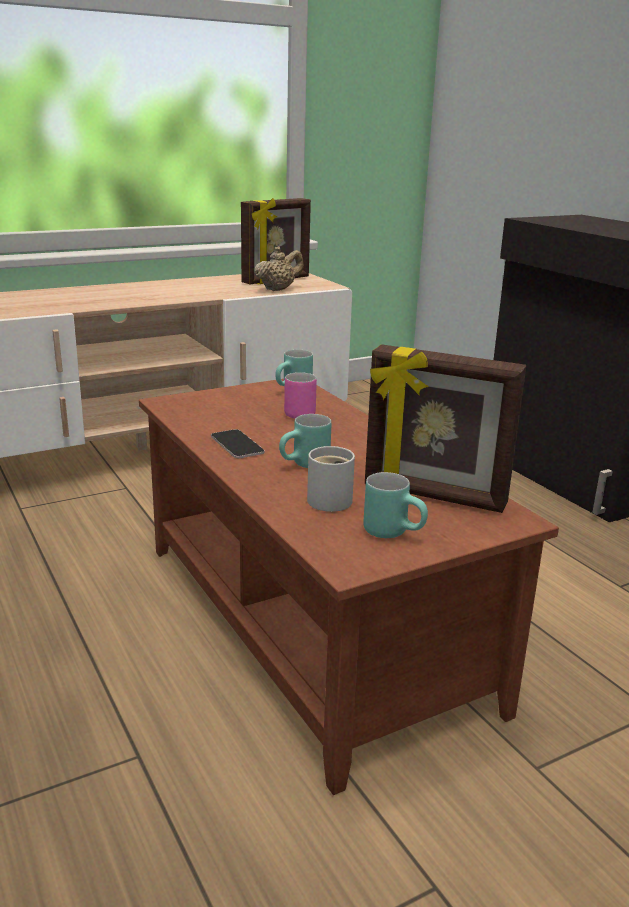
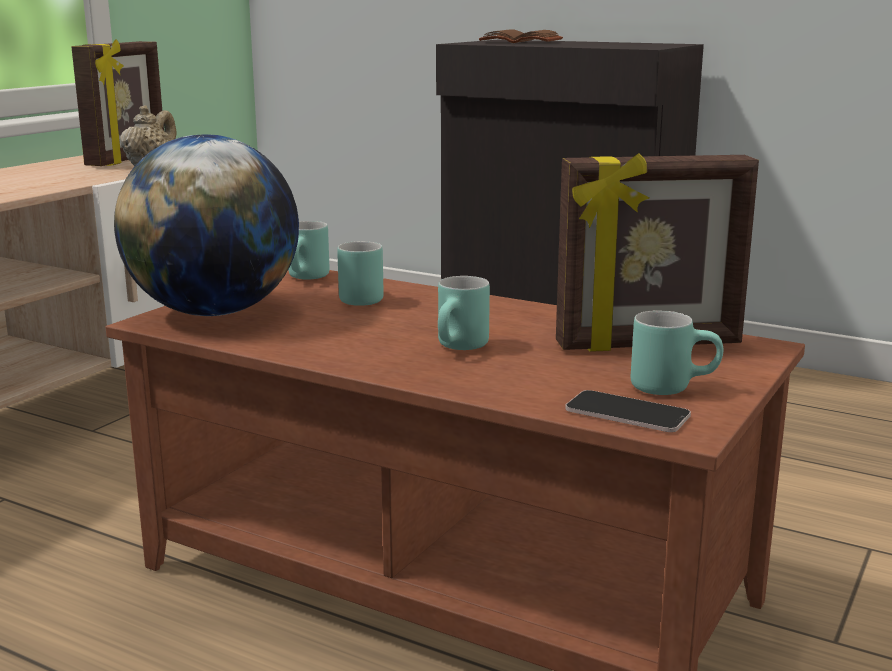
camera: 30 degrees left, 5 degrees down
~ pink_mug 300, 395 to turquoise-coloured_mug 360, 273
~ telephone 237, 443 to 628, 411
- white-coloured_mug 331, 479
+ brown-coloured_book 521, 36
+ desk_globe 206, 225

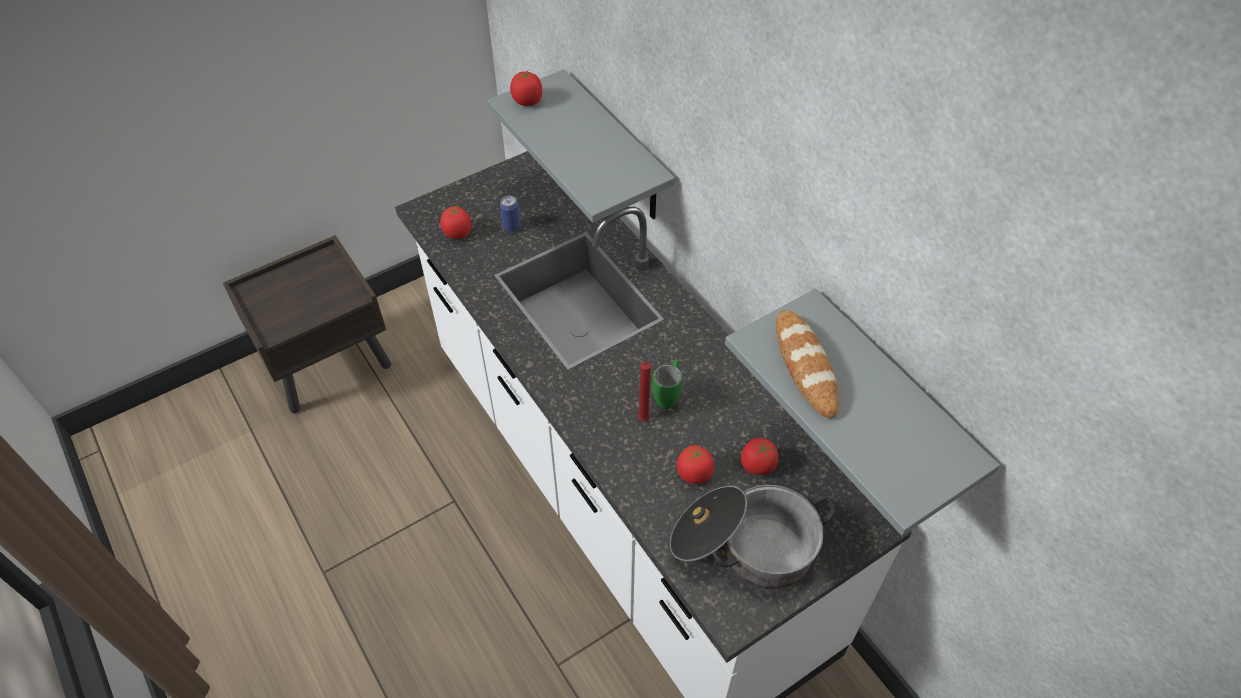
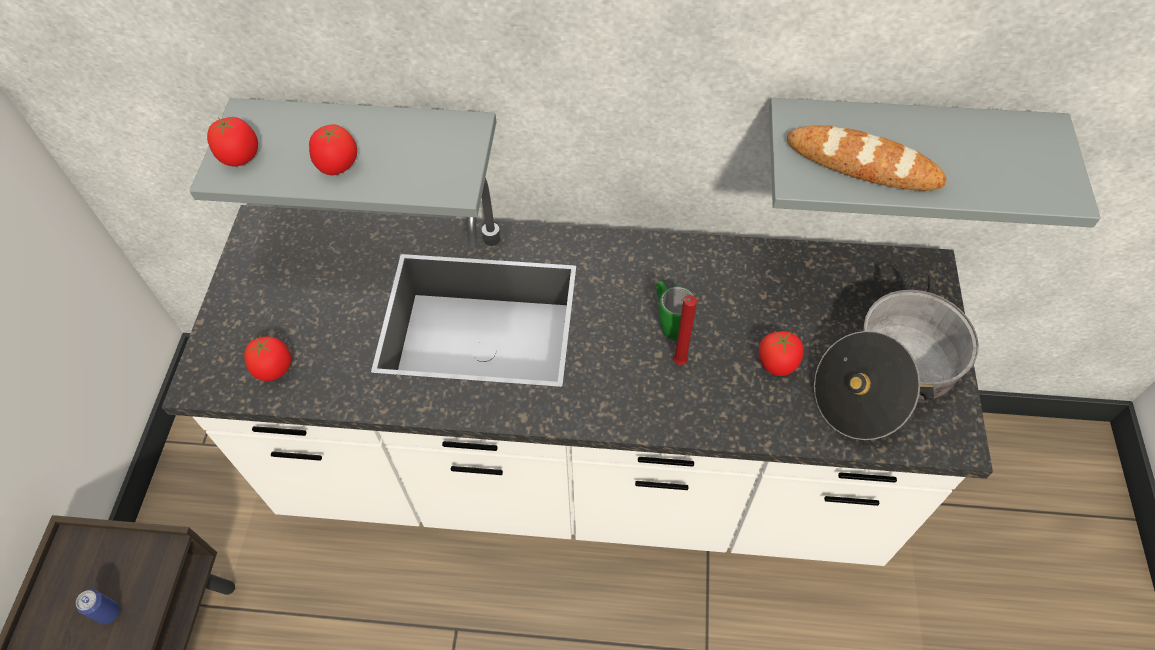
camera: 50 degrees left, 5 degrees up
~ metal_can 510, 214 to 98, 607
~ tomato 759, 456 to 333, 149

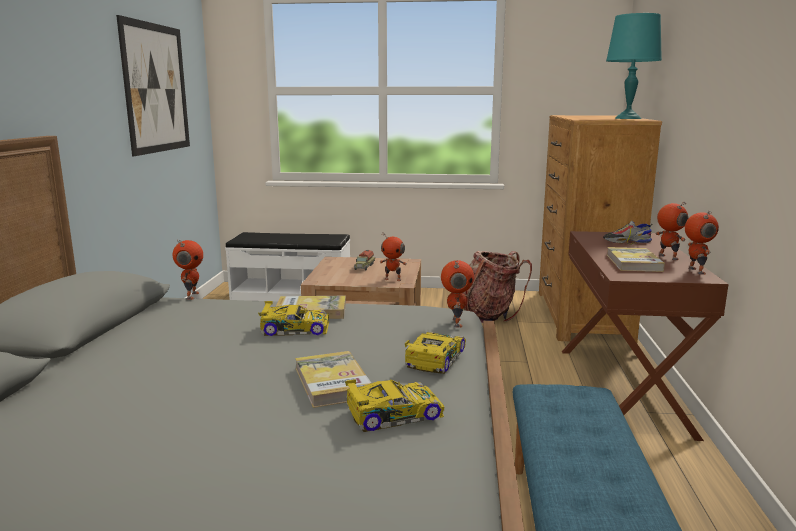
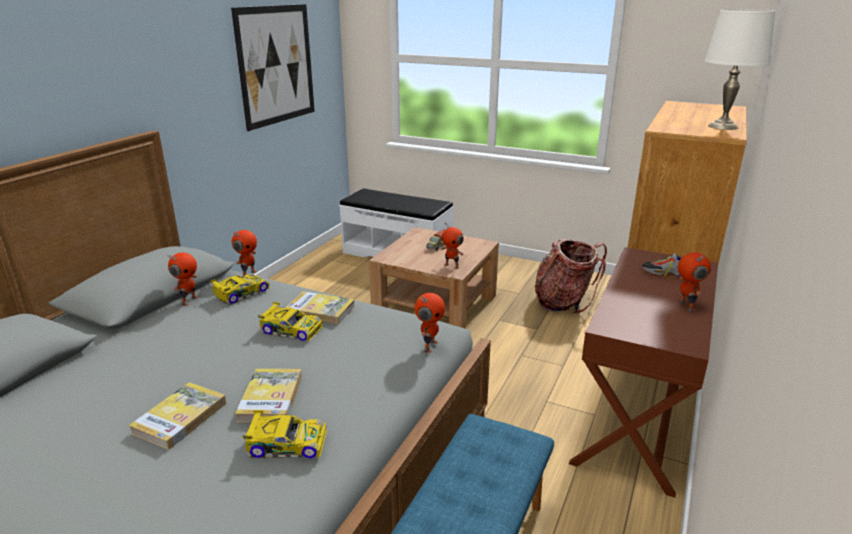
camera: 20 degrees right, 10 degrees up
~ turquoise-coloured_tabletop_lamp 634, 66 to white-coloured_tabletop_lamp 740, 69
~ robot_figure 702, 243 to 182, 279
~ book 636, 259 to 177, 416
~ model_car 435, 353 to 240, 289

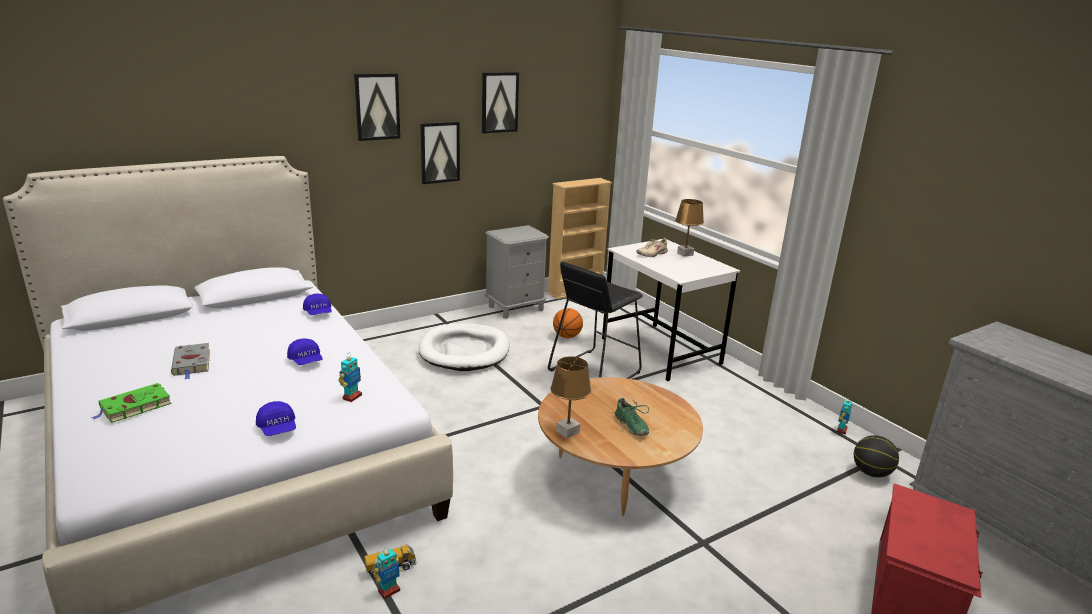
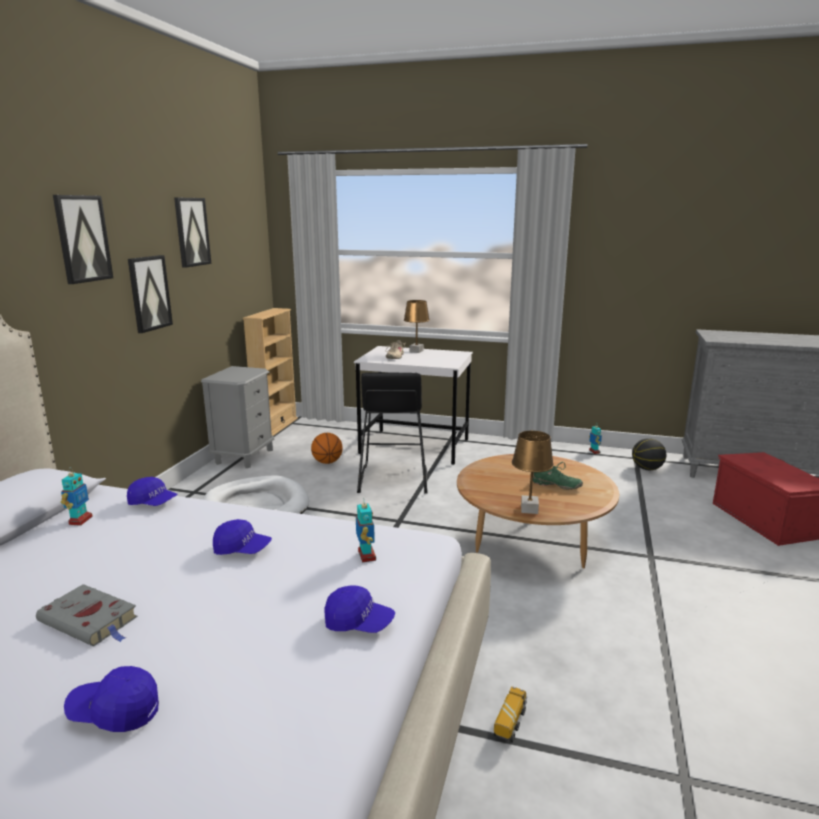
camera: 40 degrees left, 5 degrees down
~ greenish_book 131, 403 to blue-coloured_cap 111, 699
~ robot_figure 387, 573 to 77, 496

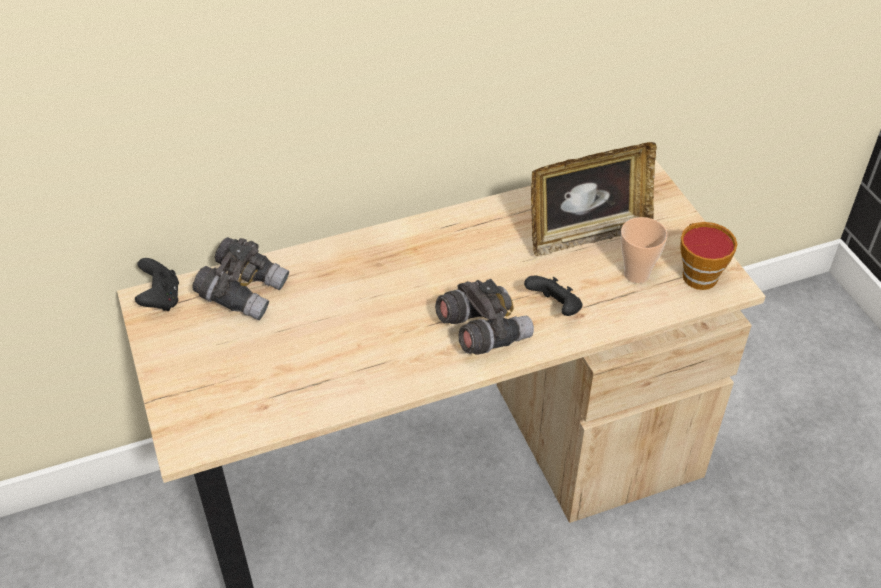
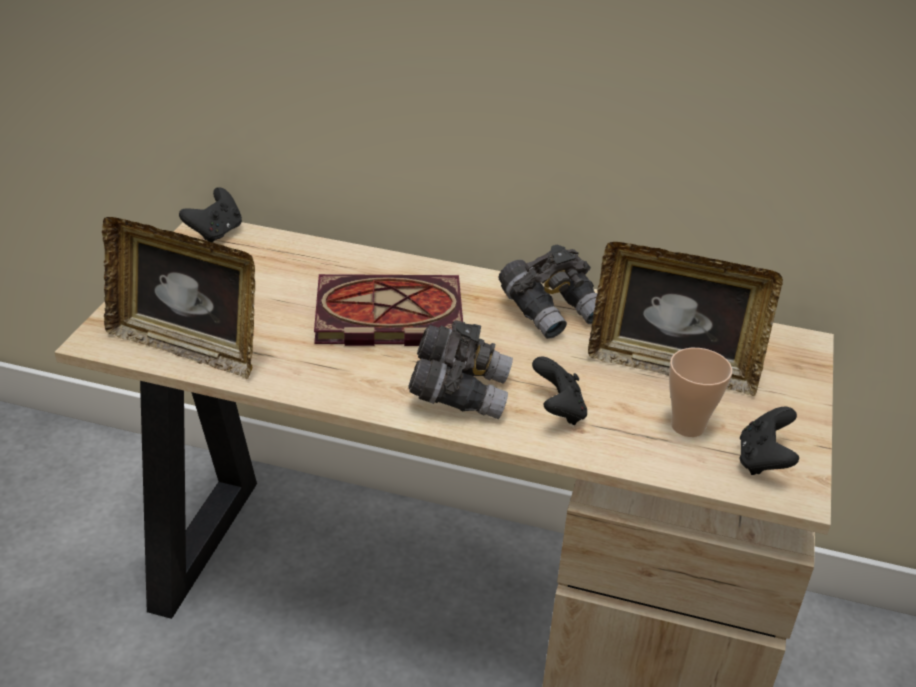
camera: 35 degrees right, 10 degrees down
~ small_cup 709, 256 to blackish_gamepad 769, 441
~ grey_binoculars 240, 278 to 548, 292
+ picture_frame 178, 298
+ book 388, 310

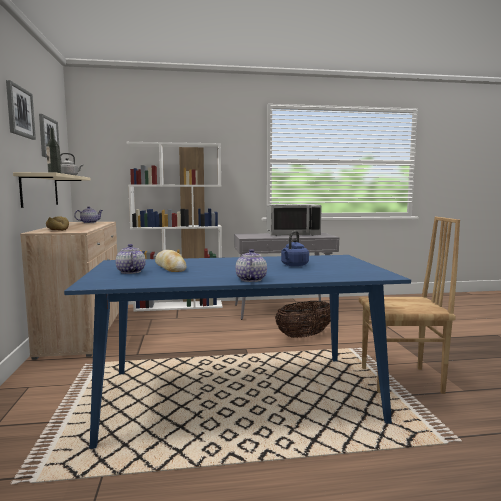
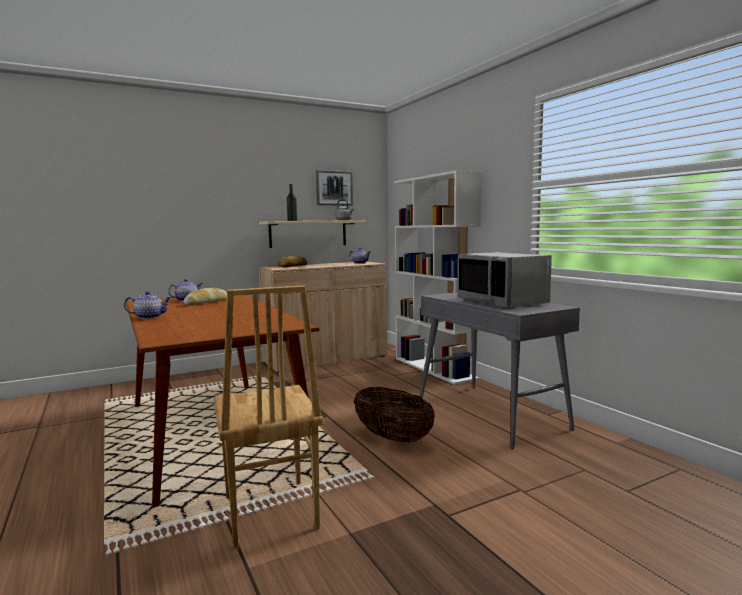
camera: 70 degrees right, 0 degrees up
- picture 21, 110
- blue-coloured_water_kettle 295, 249
~ blue-coloured_kitchen_table 237, 352 to brown-coloured_kitchen_table 222, 401

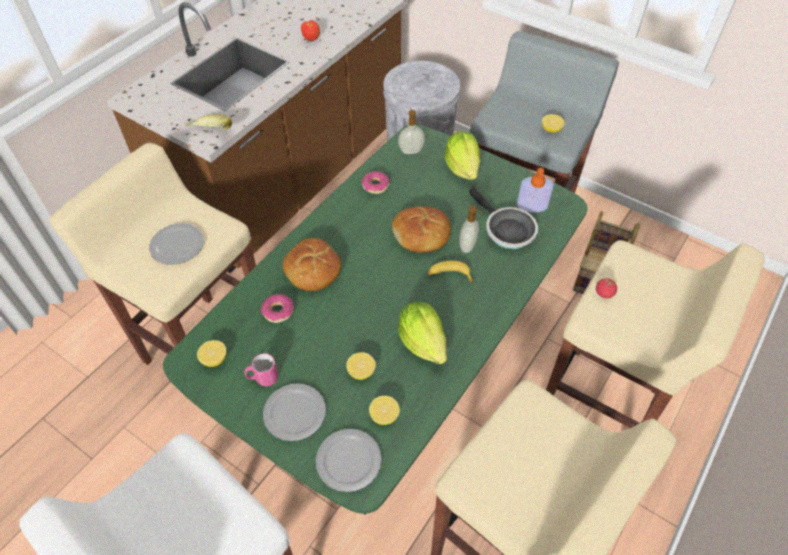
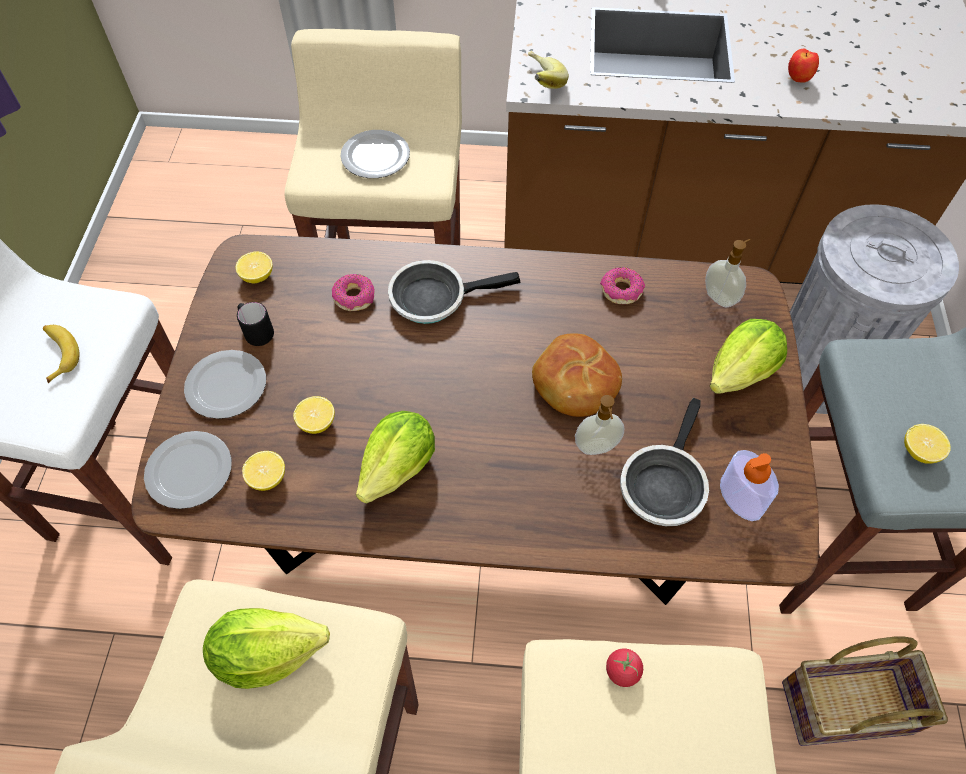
camera: 60 degrees right, 5 degrees up
~ greenish_kitchen_table 375, 320 to brown-coloured_kitchen_table 475, 420
~ bakery_bread 312, 264 to frying_pan 454, 292
~ banana_fruit 450, 272 to 61, 354
~ pink_mug 262, 369 to blackish_mug 255, 324
+ lettuce_head 266, 648

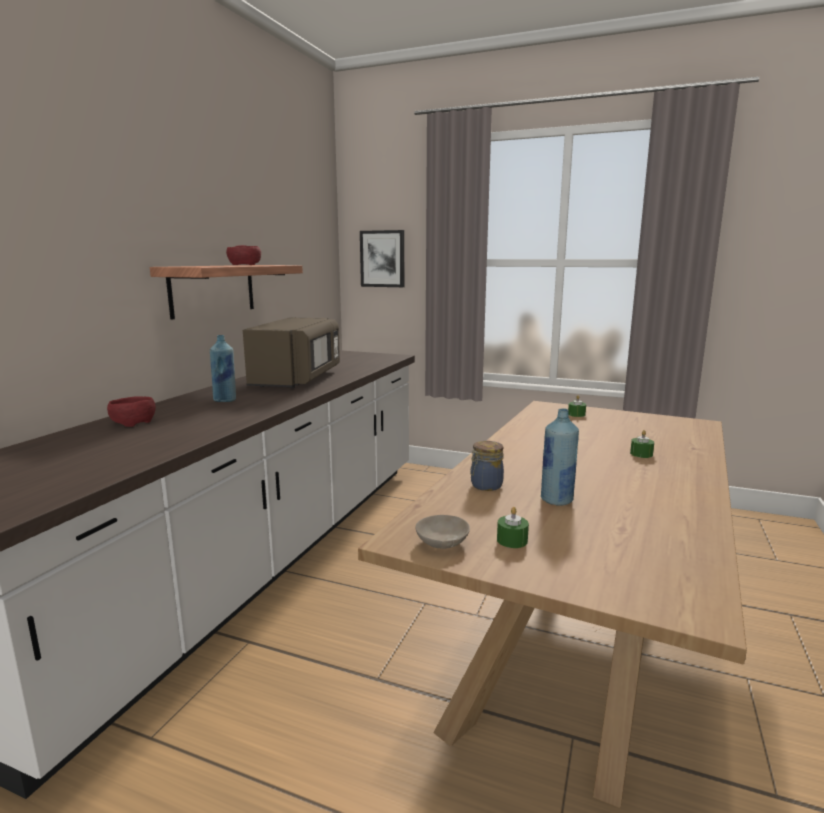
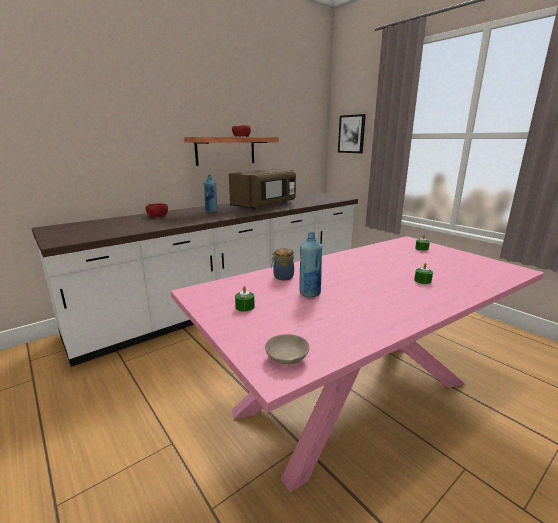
camera: 30 degrees right, 5 degrees up
~ brown-coloured_kitchen_table 552, 604 to pink_kitchen_table 357, 364
~ beige-coloured_deep_dish 443, 532 to 287, 349

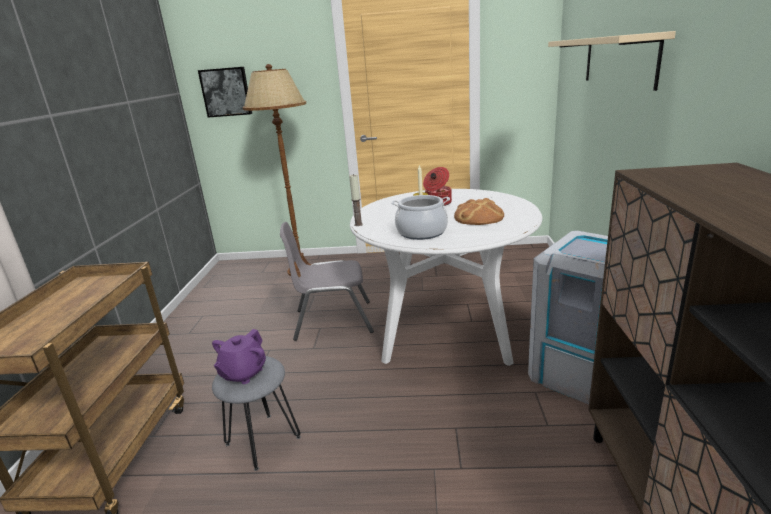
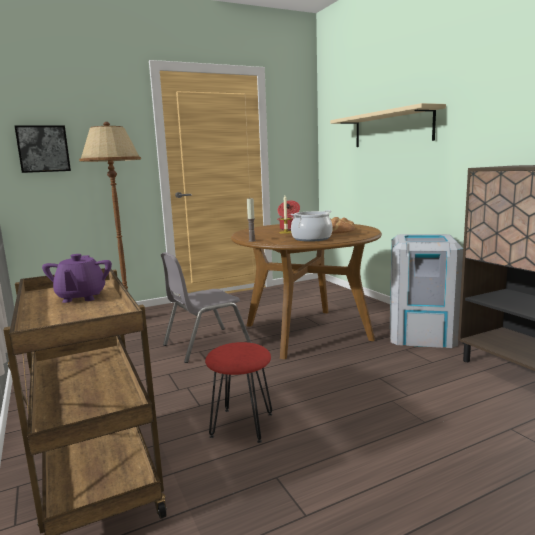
camera: 30 degrees left, 10 degrees down
~ white-coloured_kitchen_table 446, 277 to brown-coloured_kitchen_table 306, 291
~ purple_pot_for_tea 239, 356 to 77, 278
~ grey_stool 256, 413 to reddish_stool 238, 392

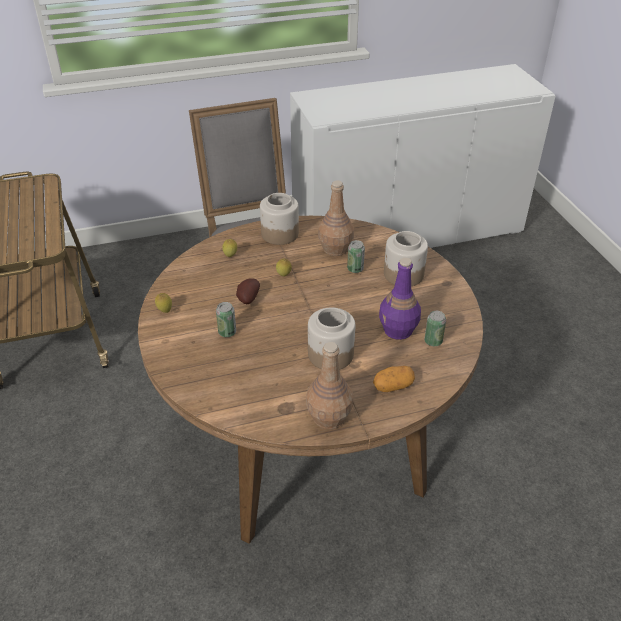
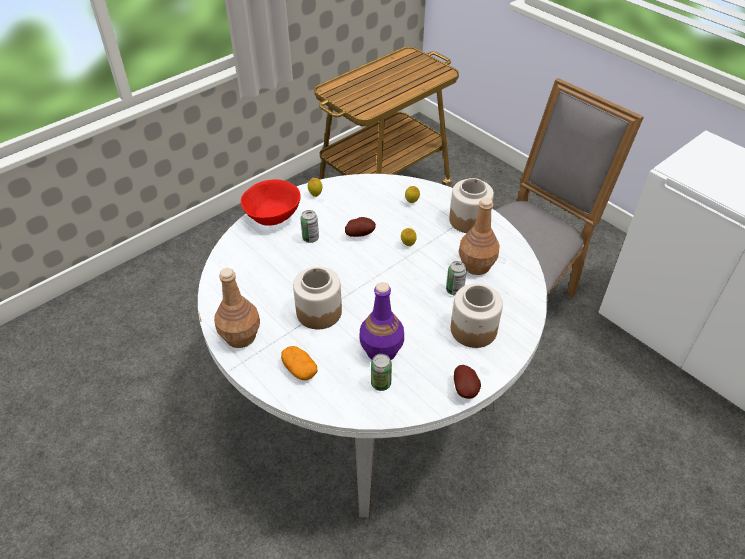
camera: 65 degrees right, 5 degrees up
~ brown-coloured_kitchen_table 310, 380 to white-coloured_kitchen_table 372, 346
+ reddish_deep_dish 271, 202
+ spud 467, 382

